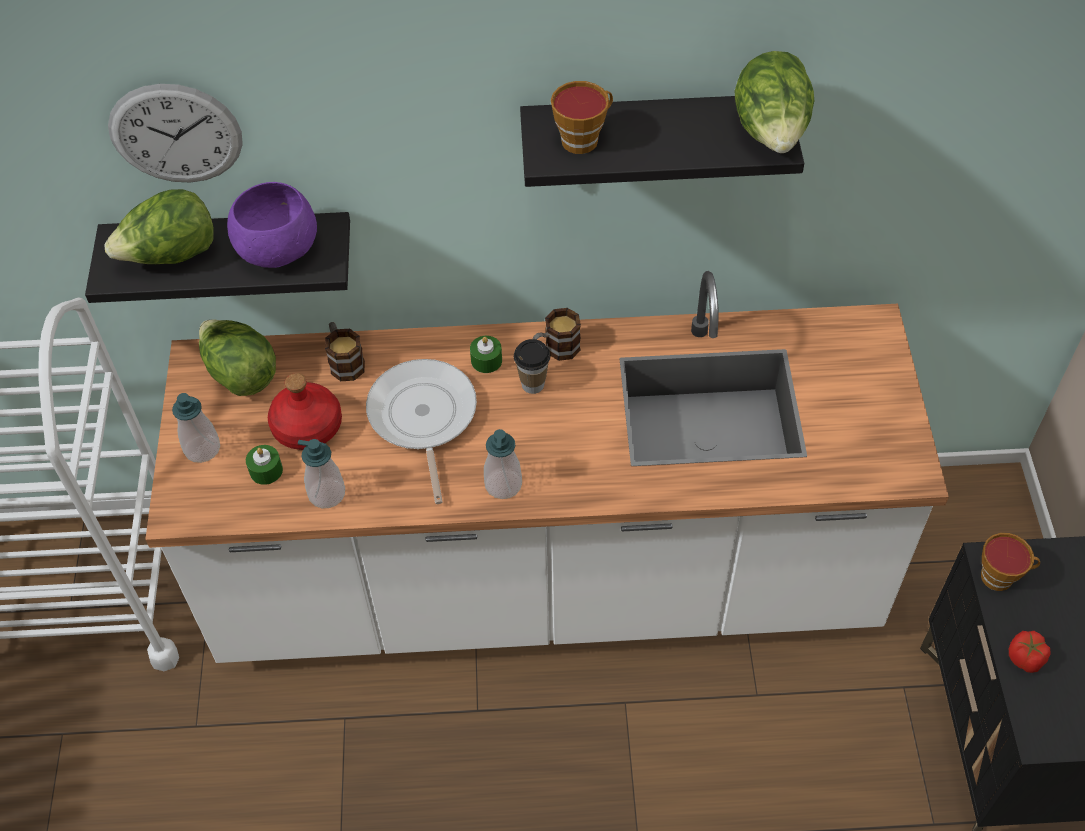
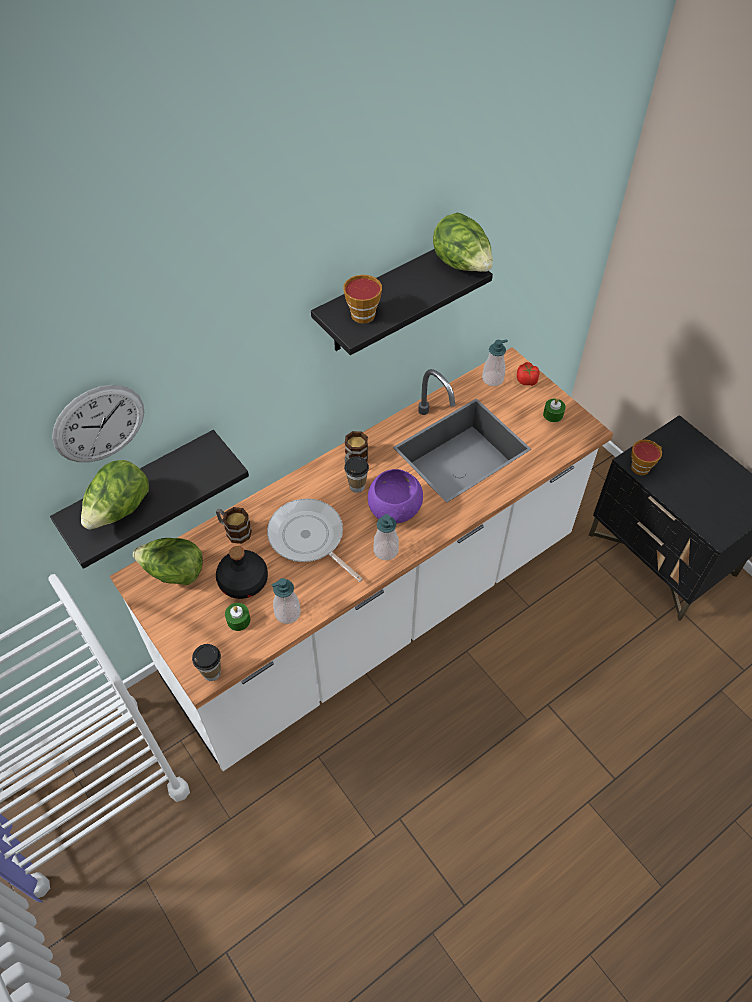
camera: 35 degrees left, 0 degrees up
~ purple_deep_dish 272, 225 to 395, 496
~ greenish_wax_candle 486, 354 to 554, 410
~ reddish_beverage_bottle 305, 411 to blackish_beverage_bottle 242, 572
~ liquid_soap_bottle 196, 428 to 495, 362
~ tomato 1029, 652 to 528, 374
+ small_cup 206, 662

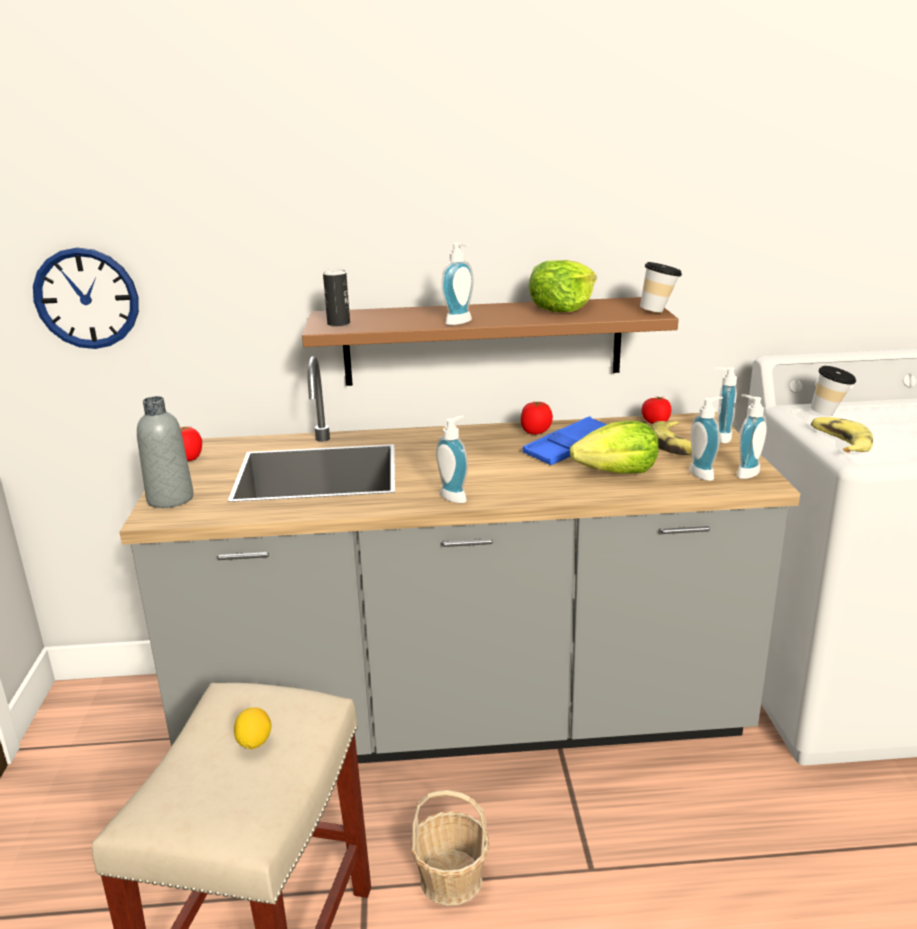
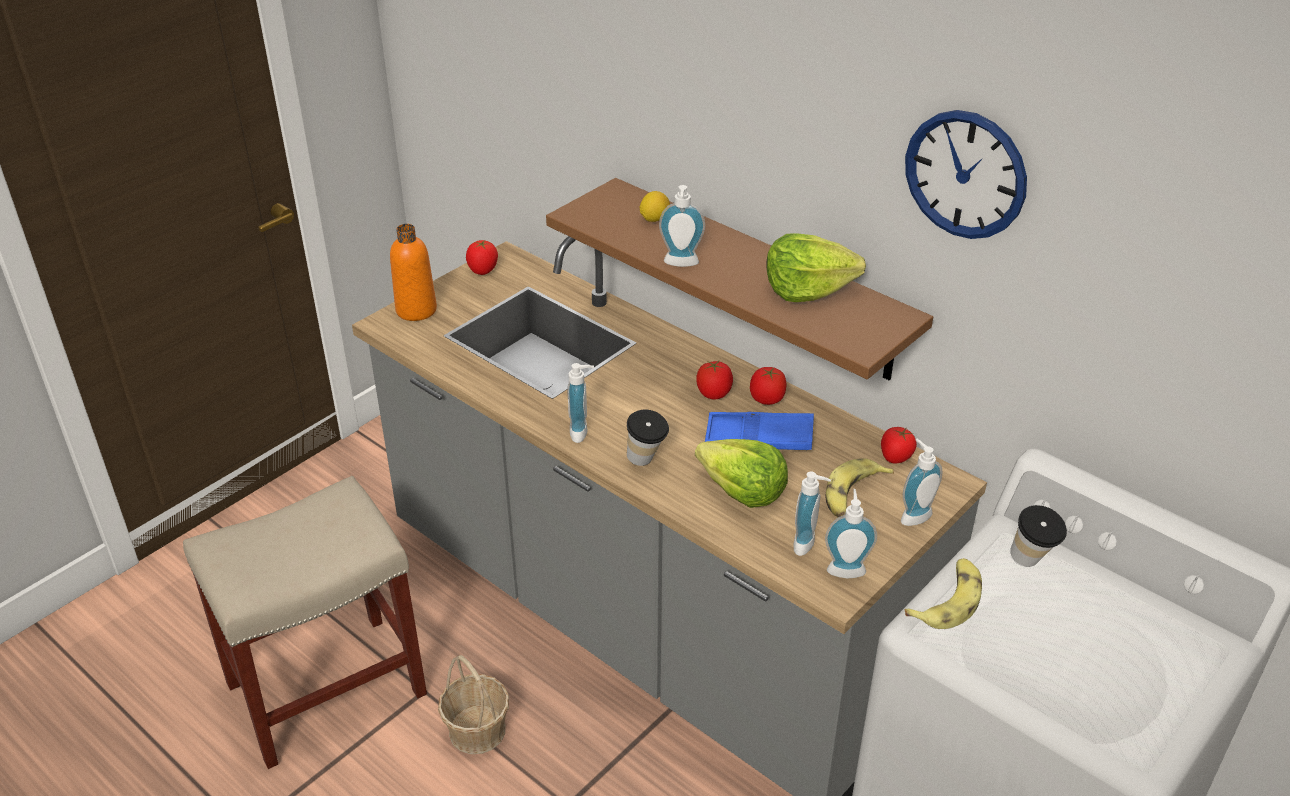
camera: 45 degrees right, 15 degrees up
~ wall_clock 86, 298 to 966, 174
~ small_cup 661, 287 to 648, 438
- metal_can 336, 298
~ grey_beverage_bottle 165, 452 to orange-coloured_beverage_bottle 413, 272
~ lemon 253, 728 to 655, 206
+ tomato 714, 379

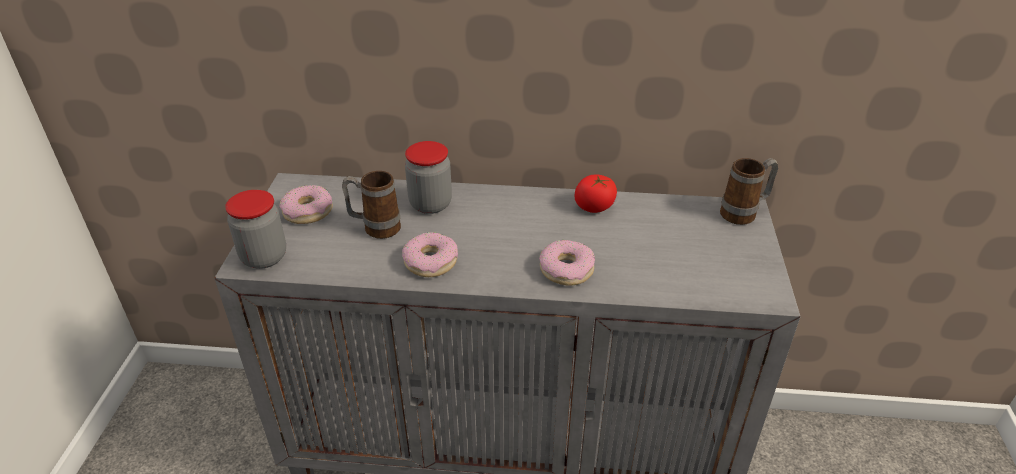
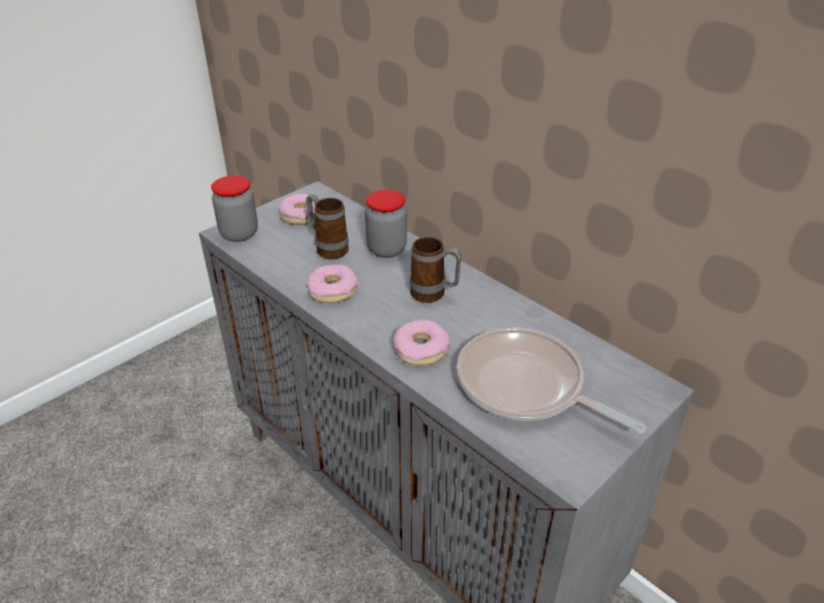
camera: 40 degrees right, 0 degrees up
~ mug 749, 191 to 436, 270
- tomato 596, 193
+ frying_pan 551, 381

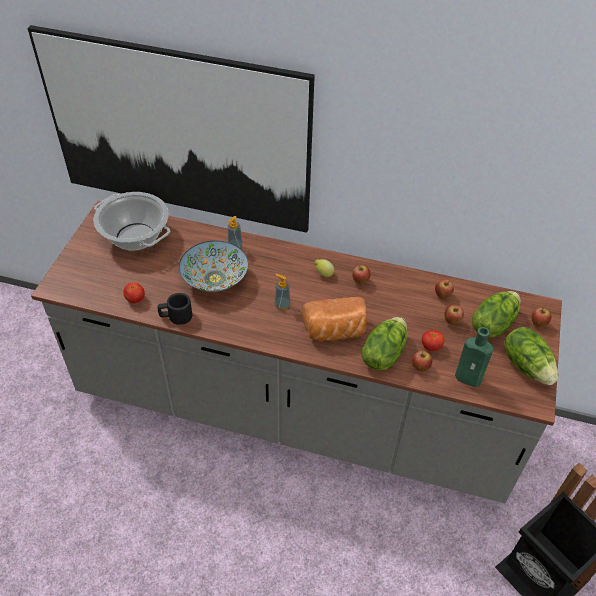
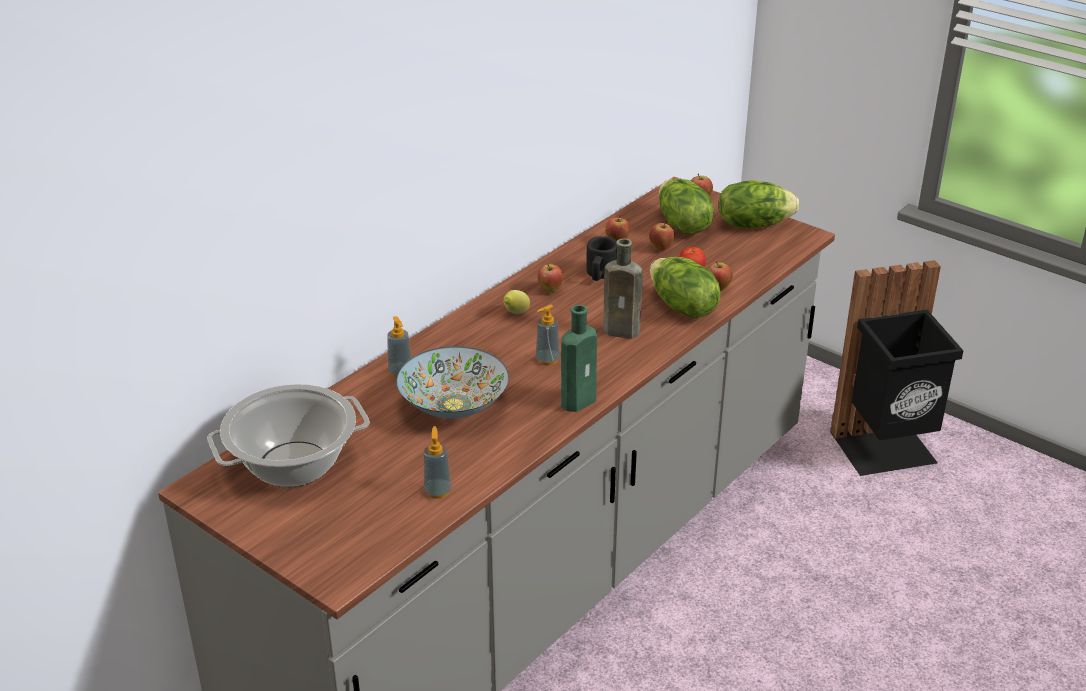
camera: 65 degrees left, 15 degrees down
- picture 171, 129
~ tomato 134, 293 to liquid_soap_bottle 437, 462
~ blackish_mug 175, 309 to 602, 258
~ bakery_bread 334, 319 to brown-coloured_beverage_bottle 623, 289
~ greenish_beverage_bottle 474, 357 to 579, 358

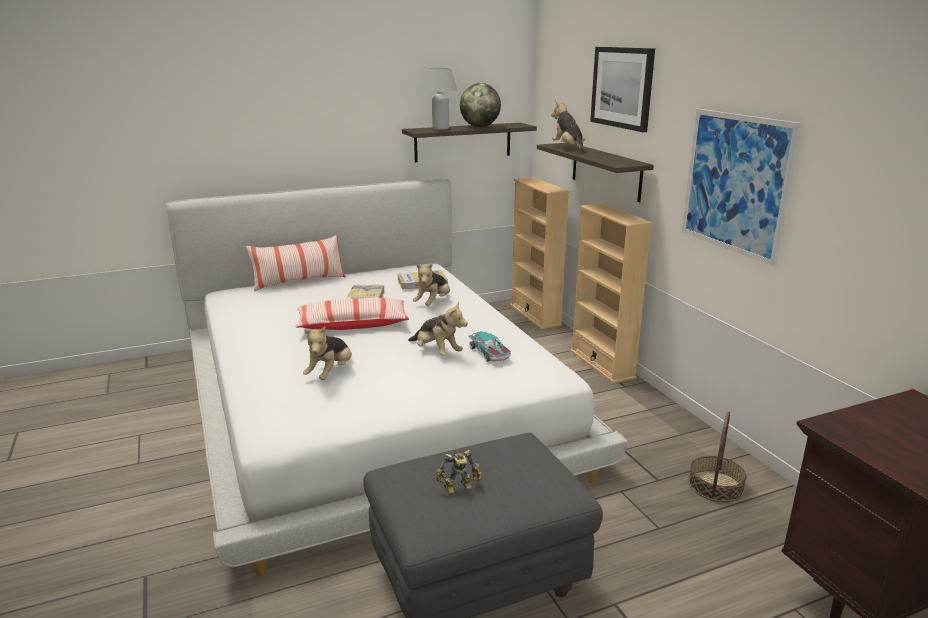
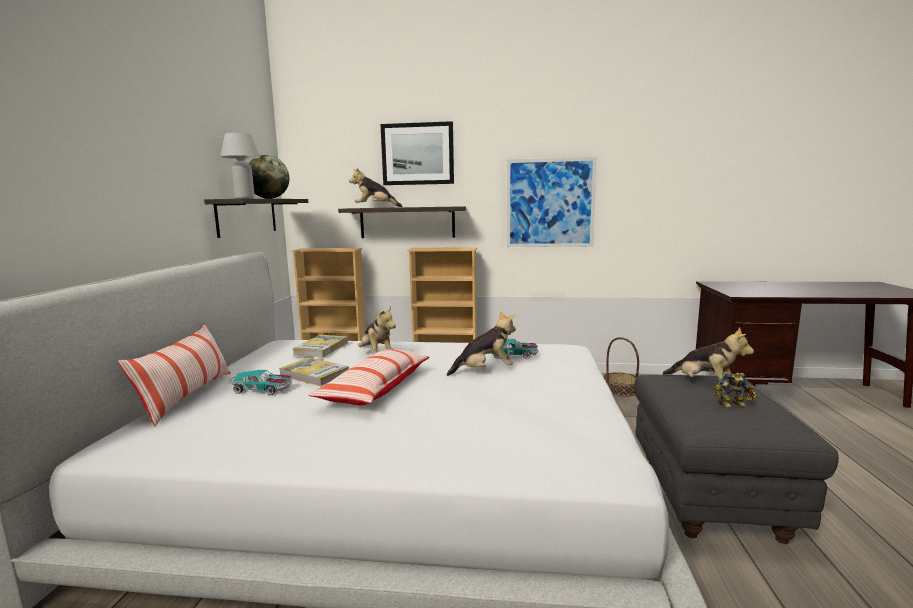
camera: 60 degrees left, 10 degrees down
~ plush_toy 327, 353 to 708, 356
~ robot_figure 459, 472 = 735, 390 75 degrees clockwise
+ model_car 260, 382

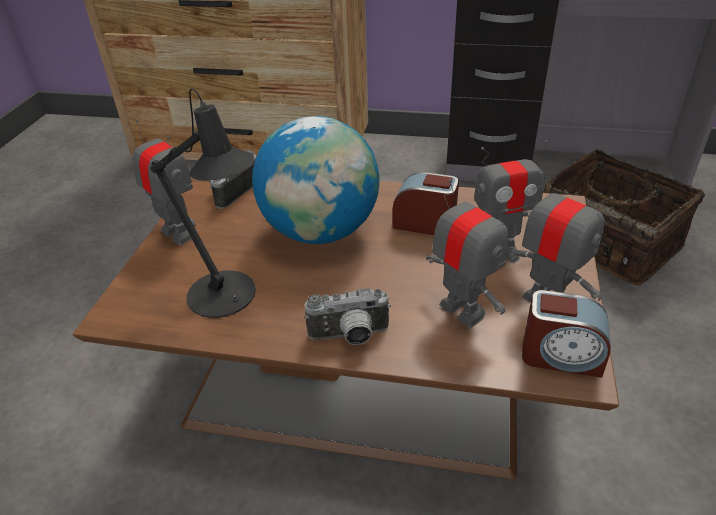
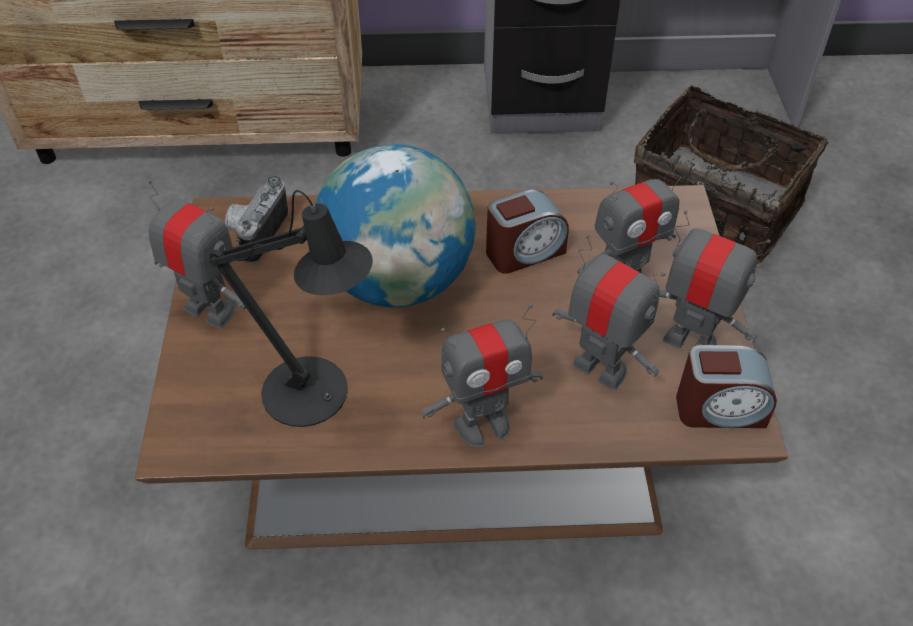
camera: 15 degrees left, 10 degrees up
~ table_clock 426, 203 = 527, 231 150 degrees clockwise
~ still_camera 348, 316 to robot_figure 482, 375

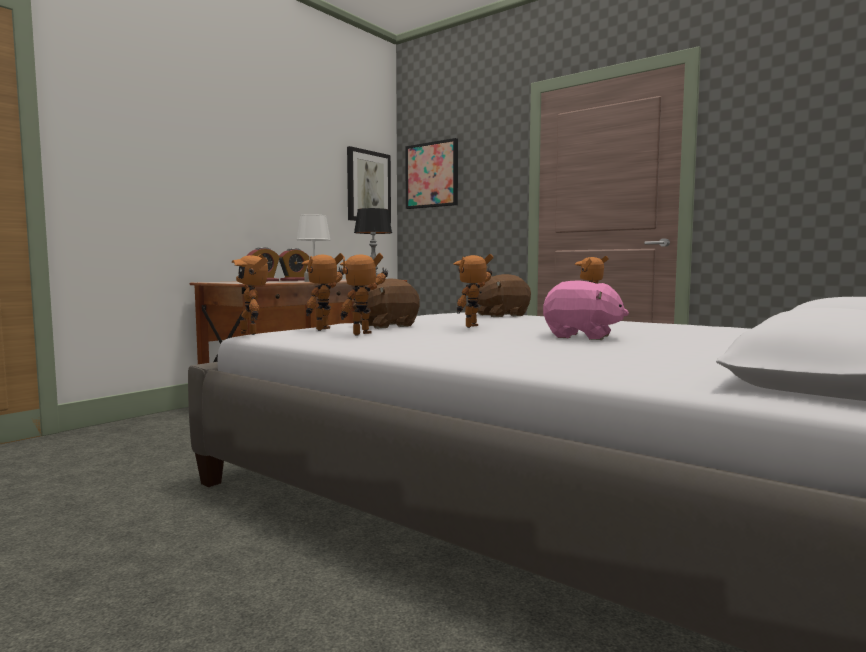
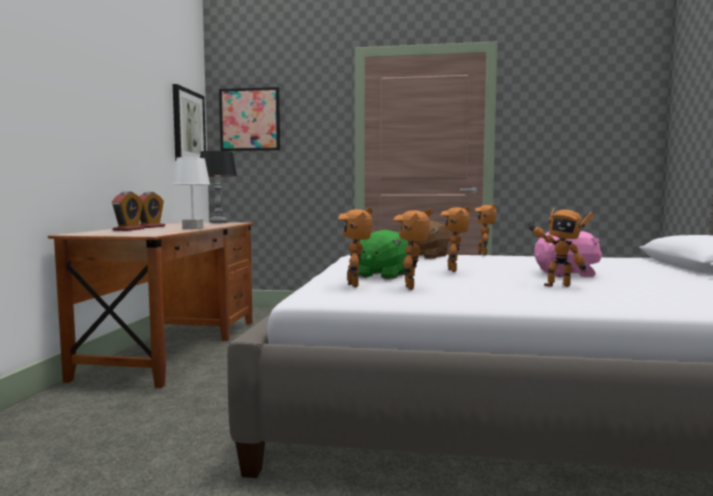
camera: 30 degrees left, 0 degrees up
~ robot_figure 250, 294 to 560, 247
~ brown-coloured_plush_toy 386, 304 to greenish_plush_toy 380, 255

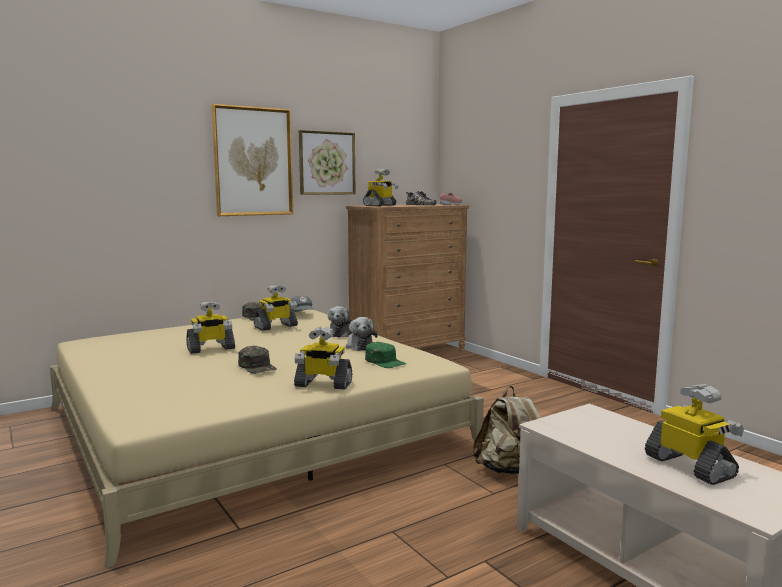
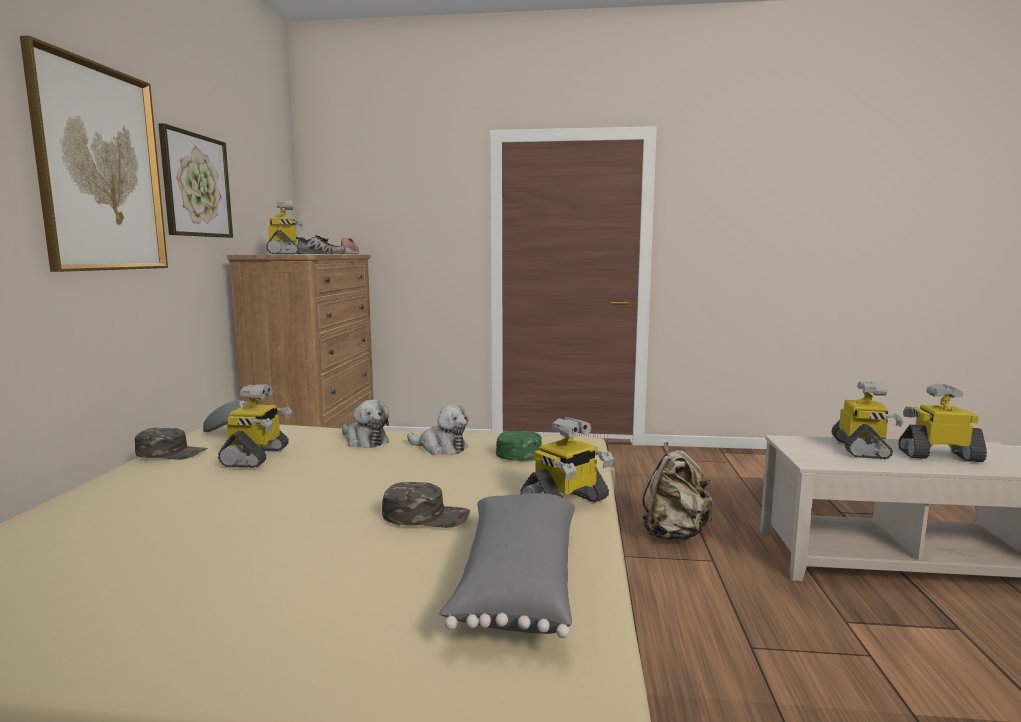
camera: 50 degrees left, 0 degrees up
~ robot_figure 210, 327 to 867, 420
+ grey_cushion 507, 565

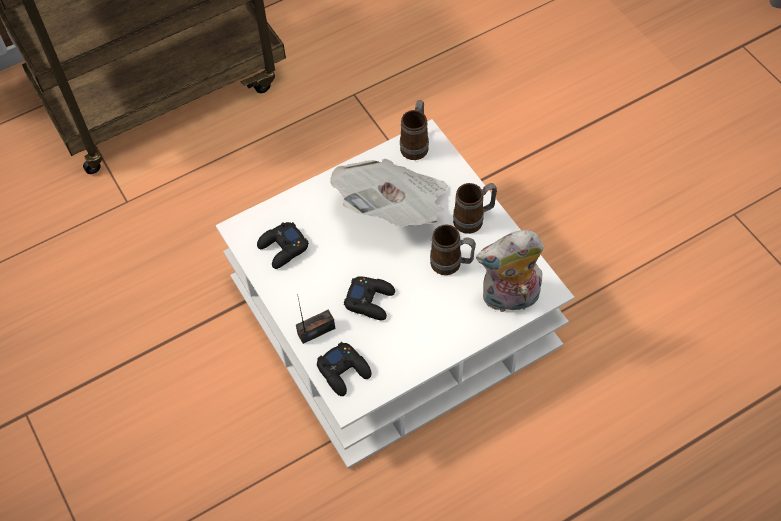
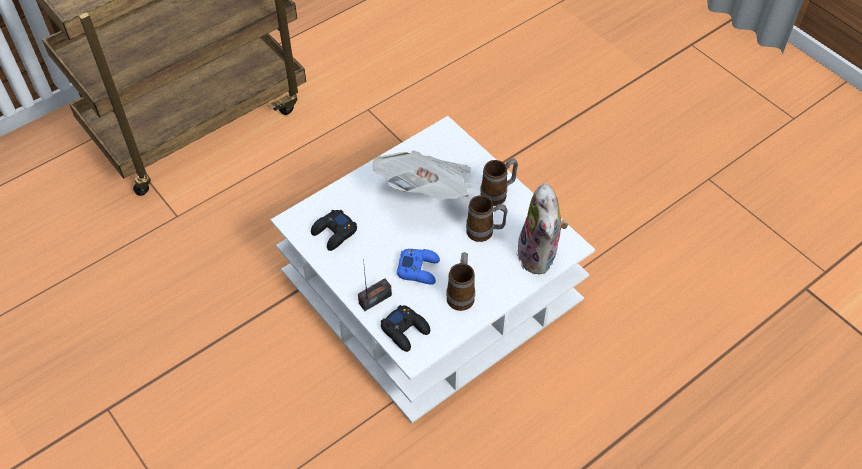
camera: 10 degrees left, 5 degrees down
~ mug 414, 130 to 460, 281
~ plush_toy 510, 272 = 542, 228 75 degrees counterclockwise
~ blackish_gamepad 369, 298 to blue-coloured_gamepad 418, 267

